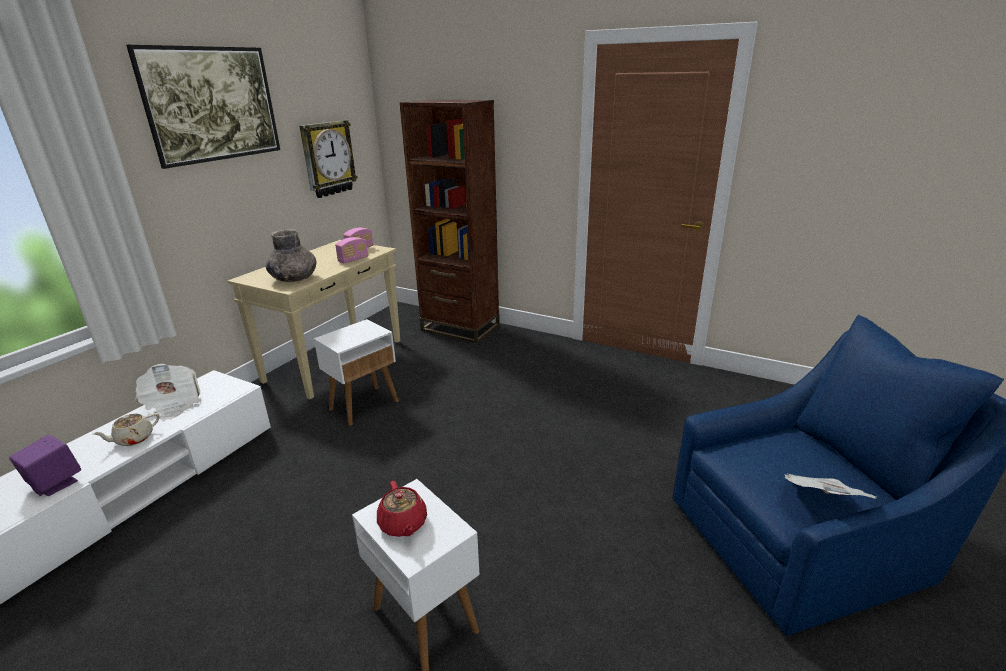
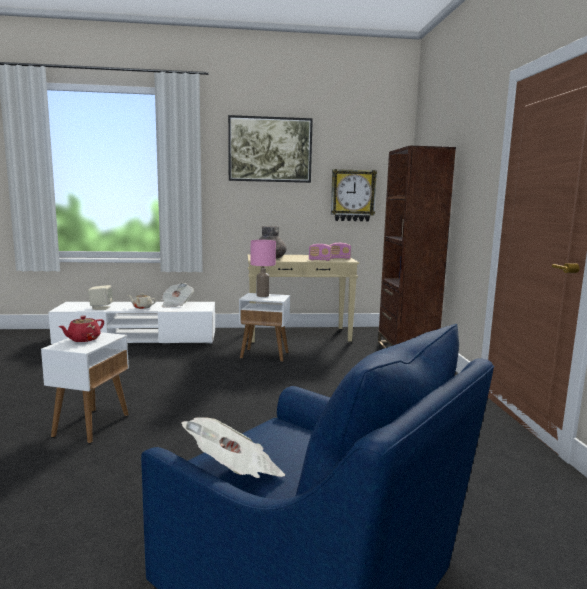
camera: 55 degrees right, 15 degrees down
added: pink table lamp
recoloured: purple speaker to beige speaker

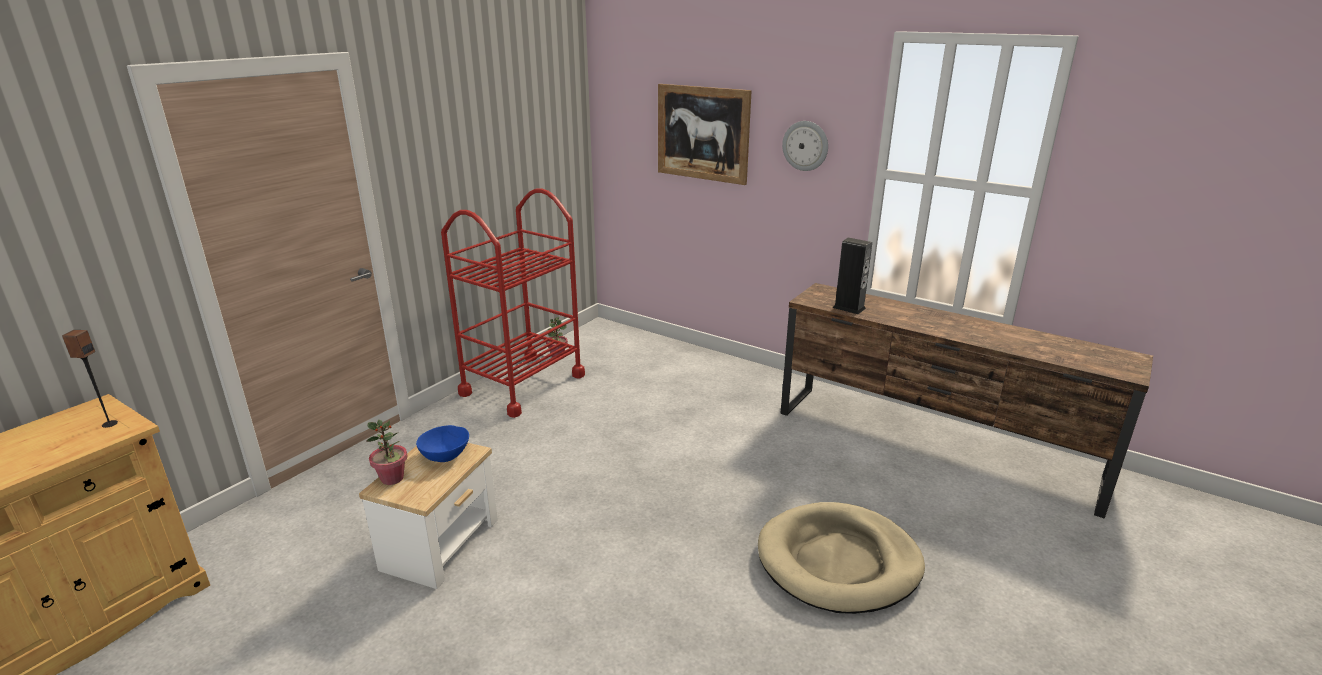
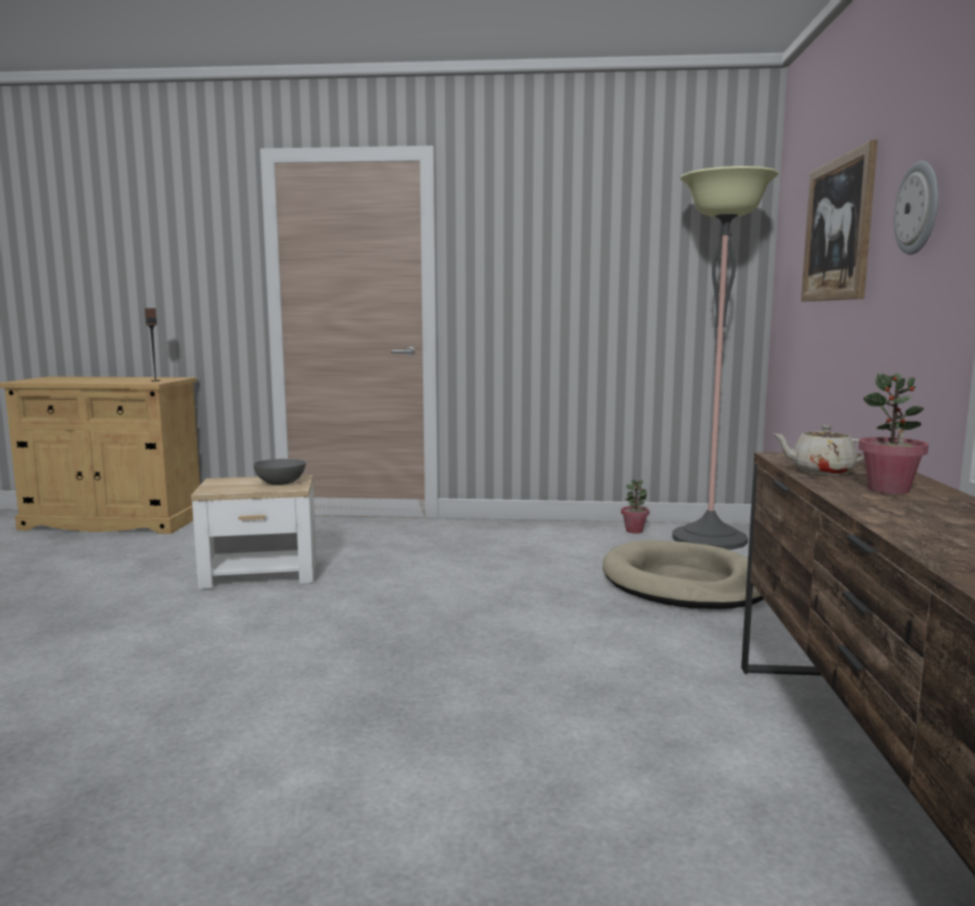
camera: 60 degrees right, 15 degrees down
removed: red cart
added: floor lamp
moved: potted plant (1st from left in the first image) to potted plant (2nd from left); beige dog bed
replaced: speaker (2nd from left) to beige teapot
recoloured: blue bowl to grey bowl

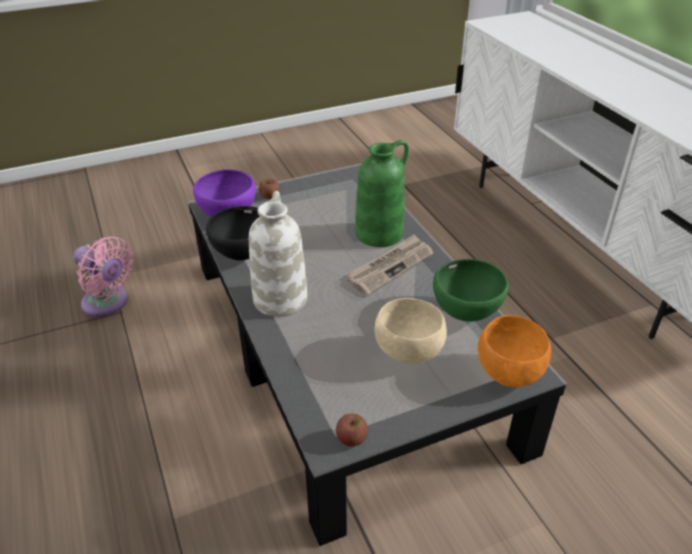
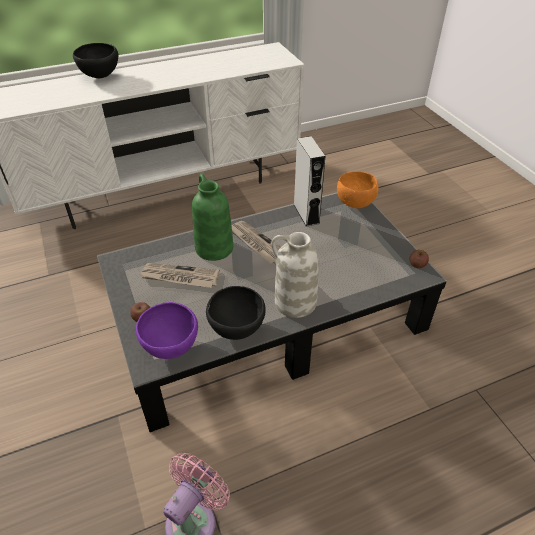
camera: 90 degrees left, 5 degrees up
removed: beige bowl
added: black bowl (1st from left); newspaper (1st from left)
replaced: green bowl to grey speaker

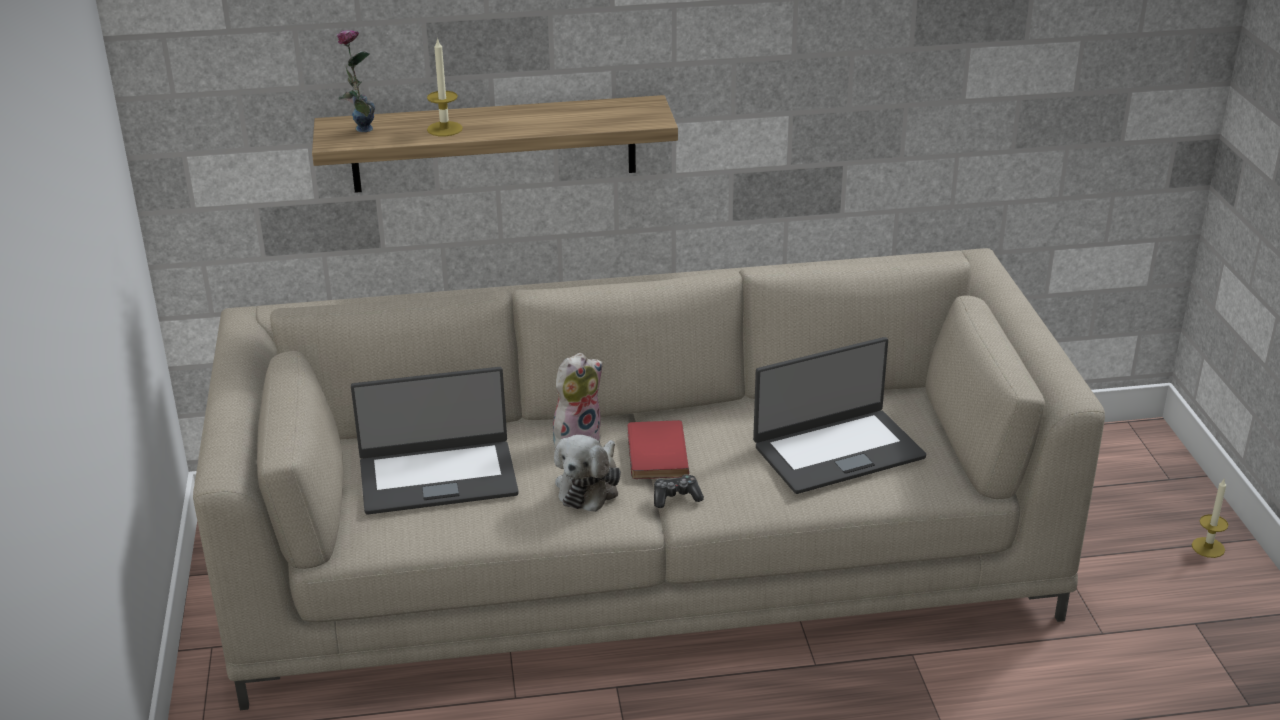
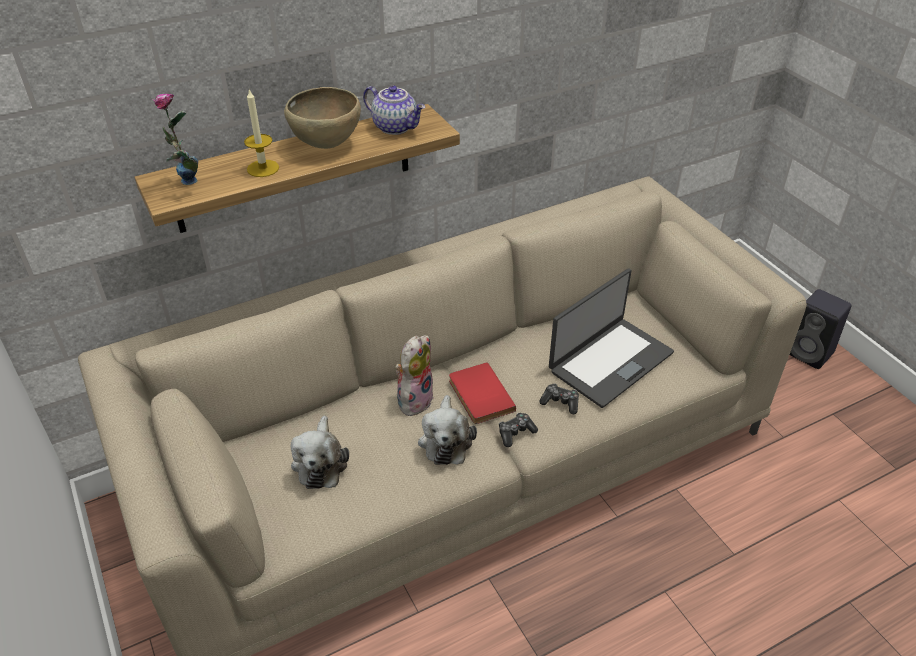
camera: 20 degrees left, 10 degrees up
added: teapot; brown bowl; game controller (2nd from left)
replaced: laptop (1st from left) to plush toy (1st from left); candle (2nd from left) to black speaker

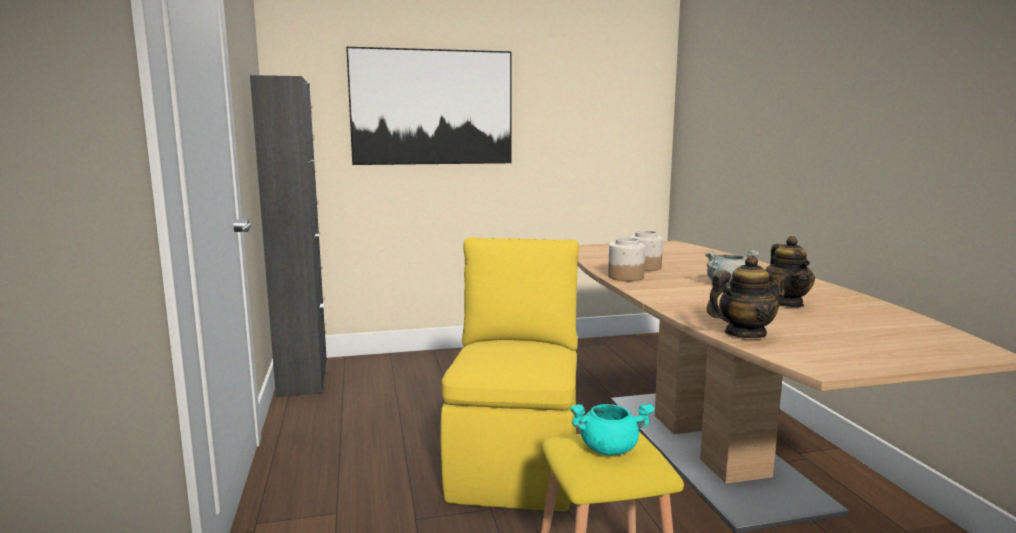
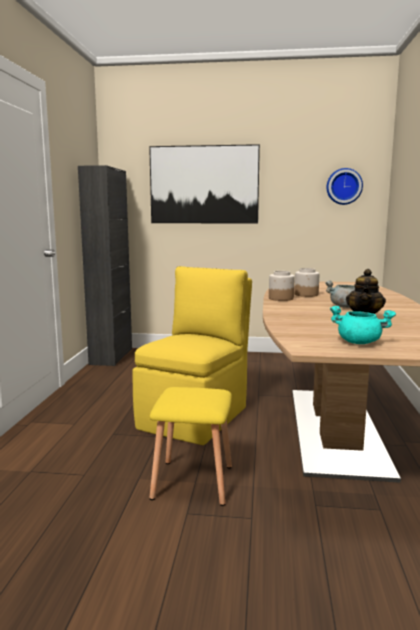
camera: 20 degrees right, 0 degrees up
removed: teapot (1st from left)
added: wall clock
moved: turquoise cooking pot

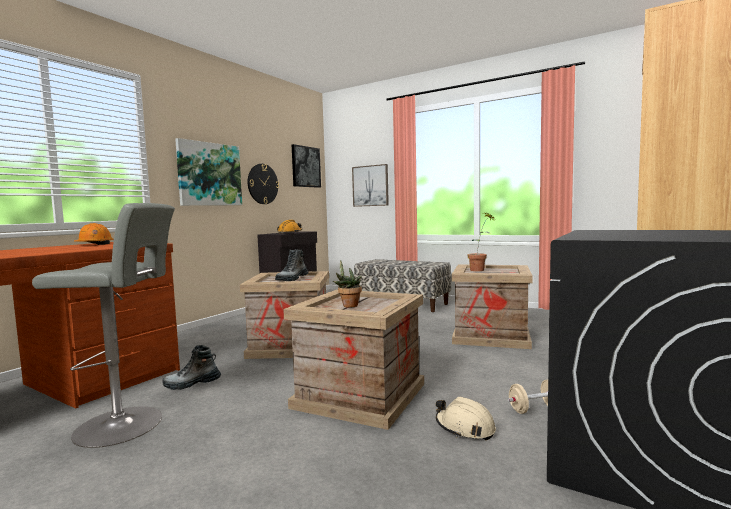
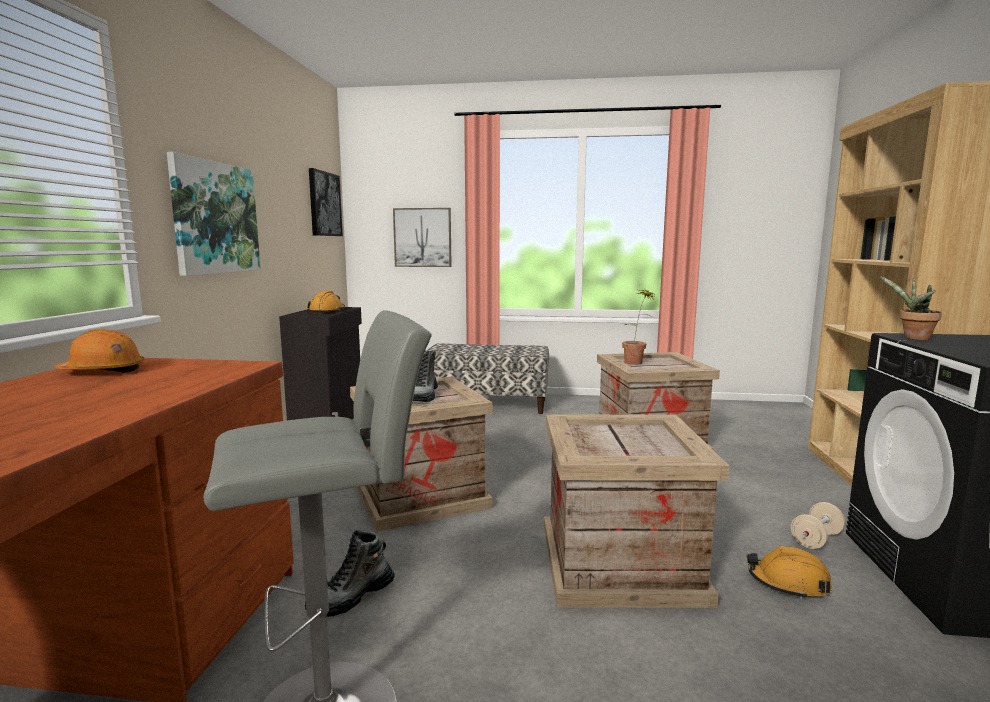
camera: 25 degrees left, 5 degrees up
removed: wall clock
moved: potted plant (1st from left in the first image) to potted plant (2nd from left)
recoloured: beige hard hat to orange hard hat (3rd from left)

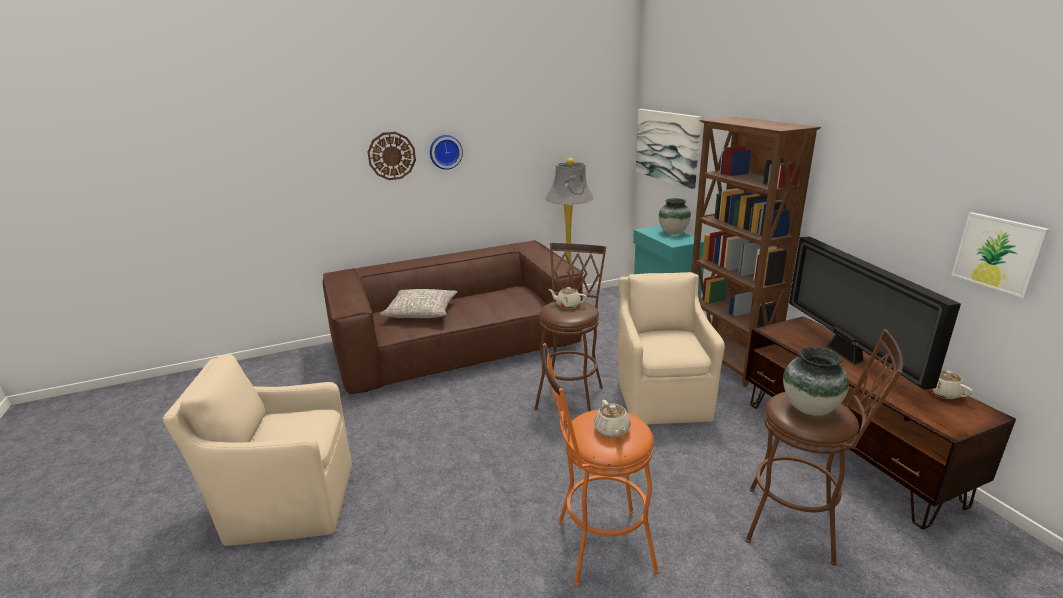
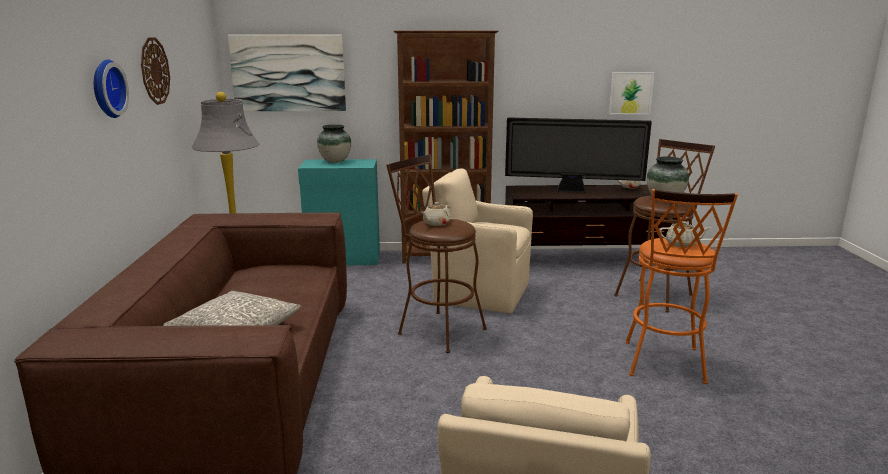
camera: 70 degrees left, 5 degrees down
moved: wall clock (1st from left in the first image) to wall clock (2nd from left)

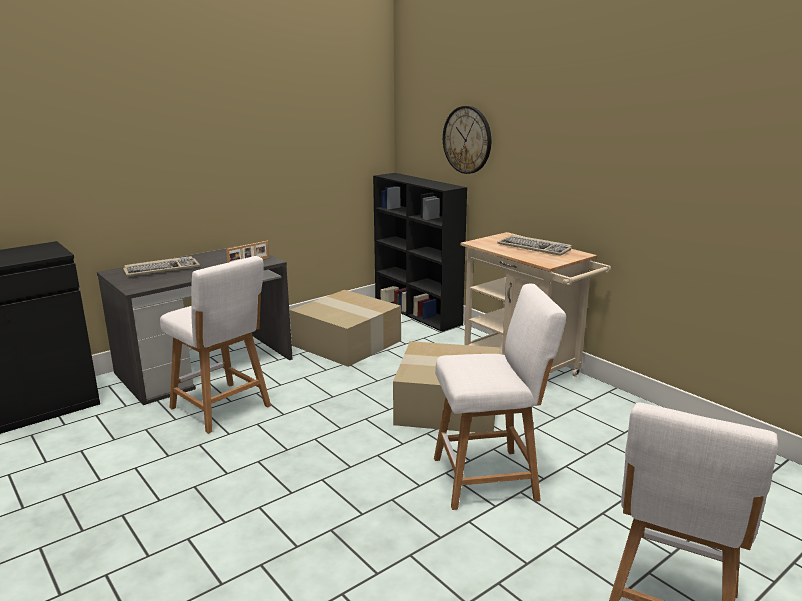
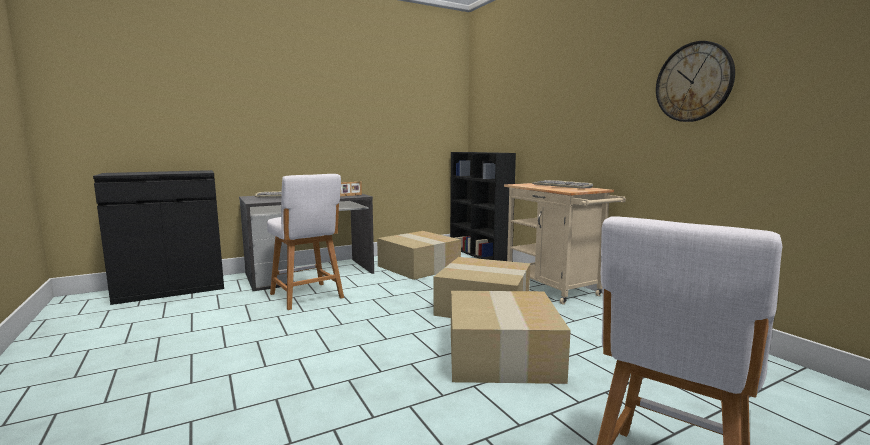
camera: 10 degrees right, 10 degrees down
moved: wall clock
replaced: white stool (2nd from left) to cardboard box (3rd from left)

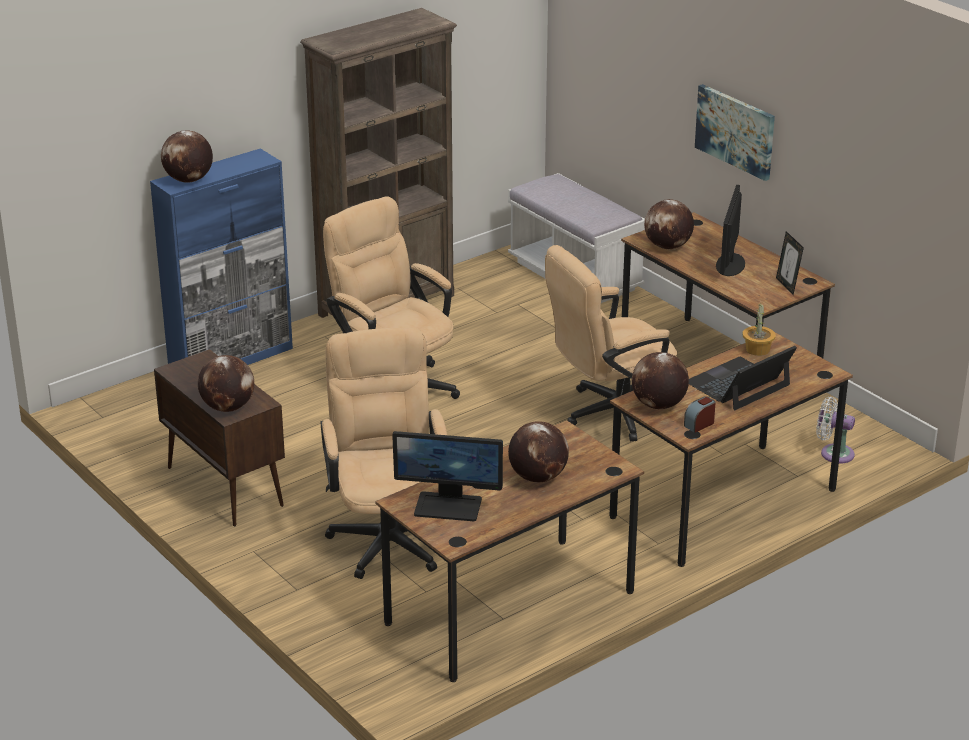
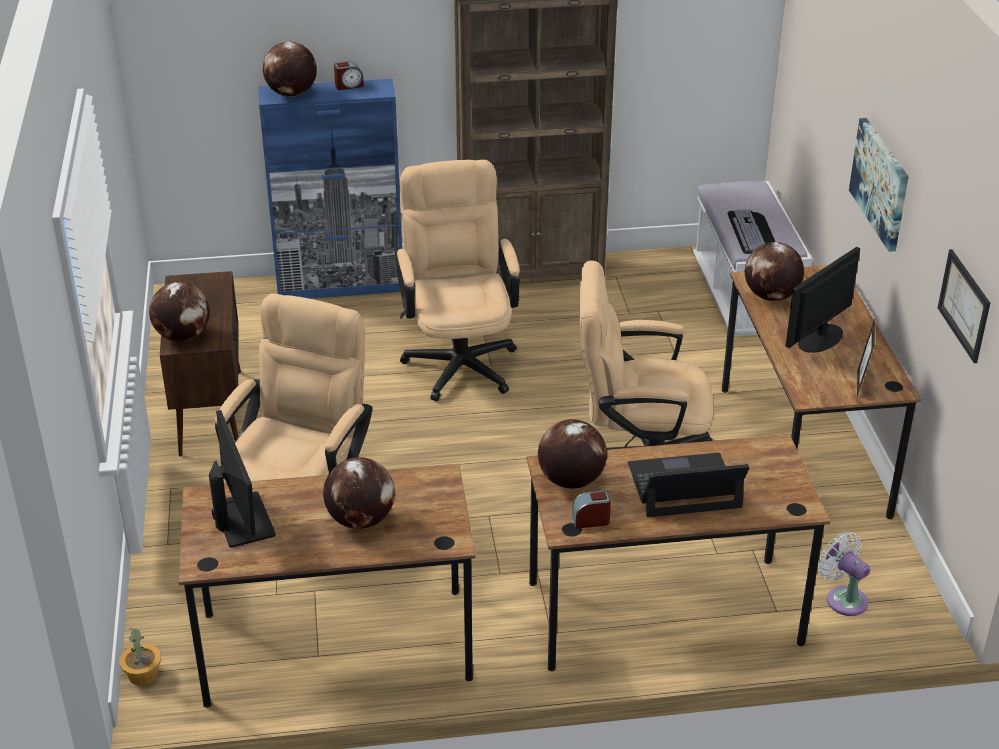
camera: 30 degrees right, 5 degrees up
added: alarm clock (1st from left); keyboard; picture (2nd from left)
moved: potted plant
turned: monitor (1st from left) 150 degrees counterclockwise

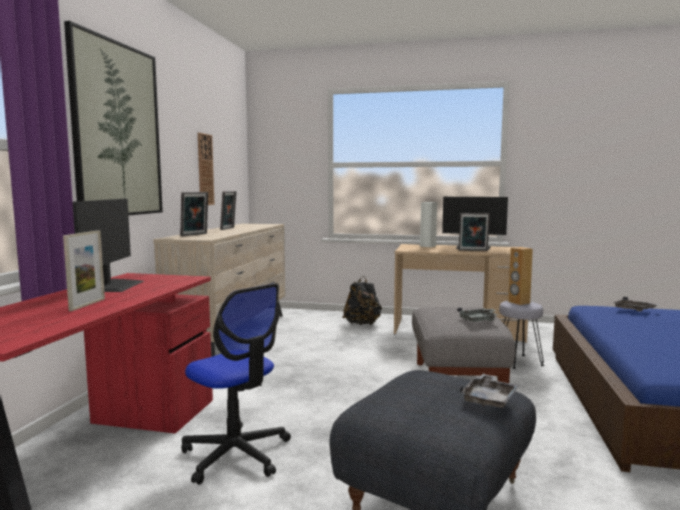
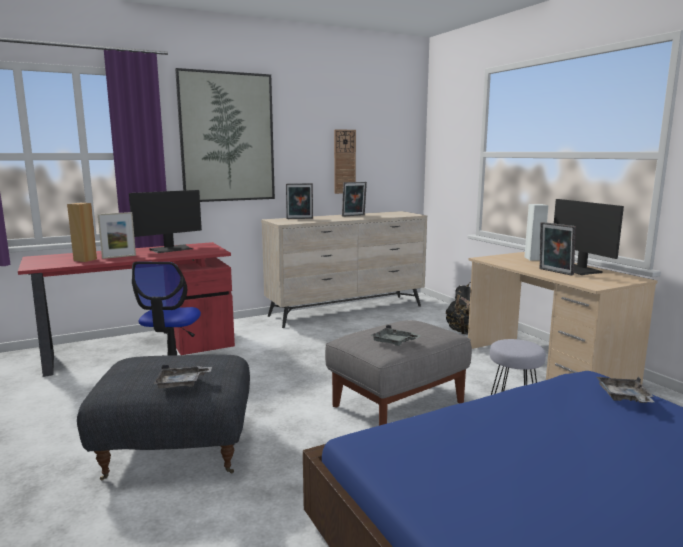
camera: 50 degrees right, 5 degrees up
moved: brown speaker

